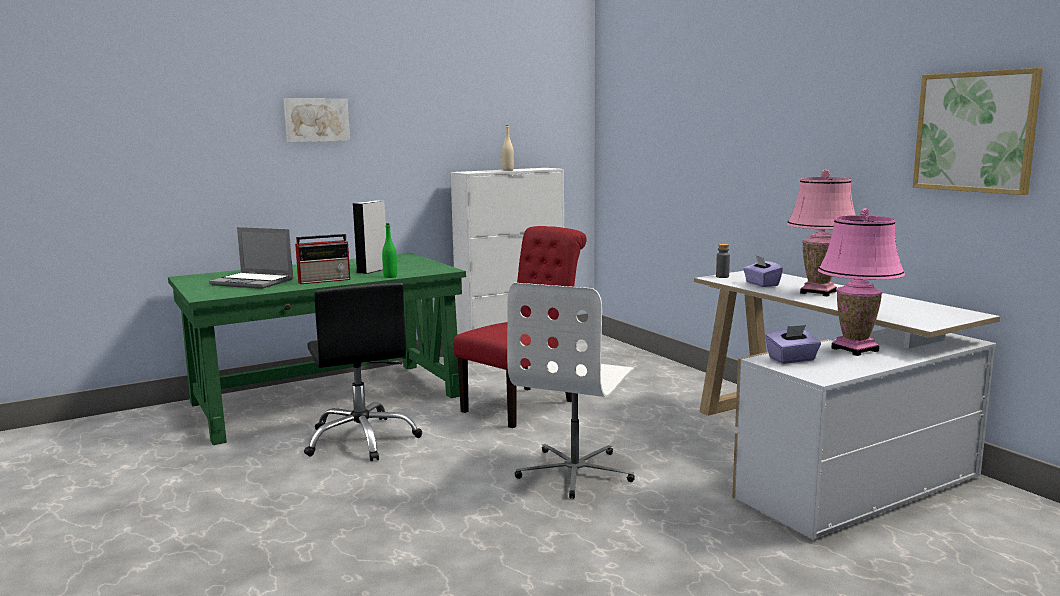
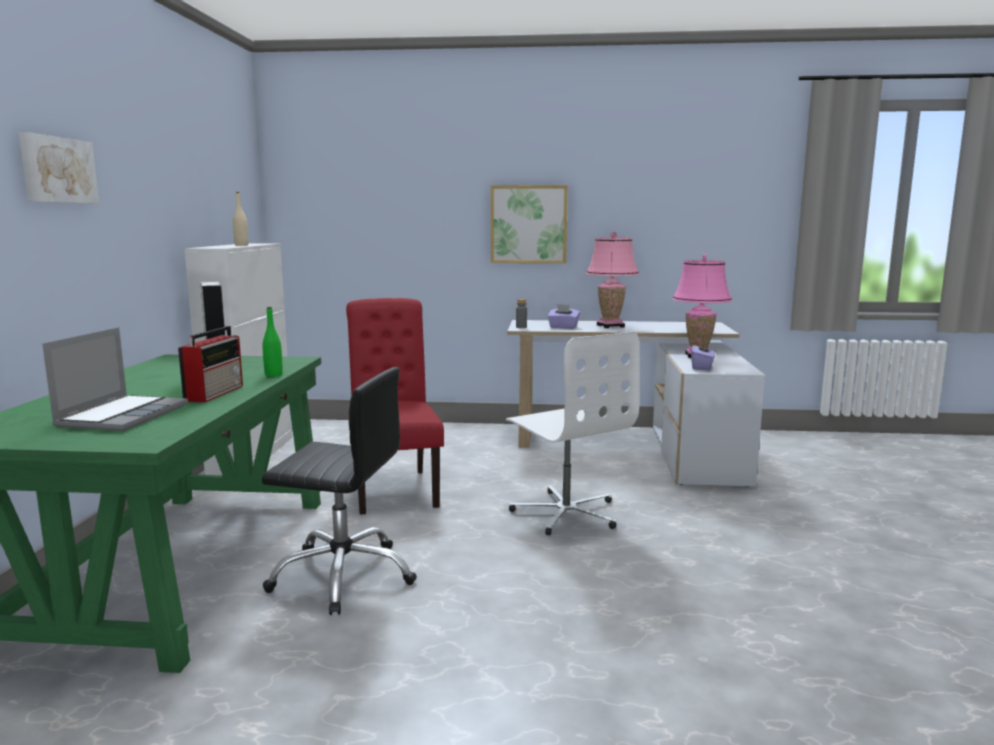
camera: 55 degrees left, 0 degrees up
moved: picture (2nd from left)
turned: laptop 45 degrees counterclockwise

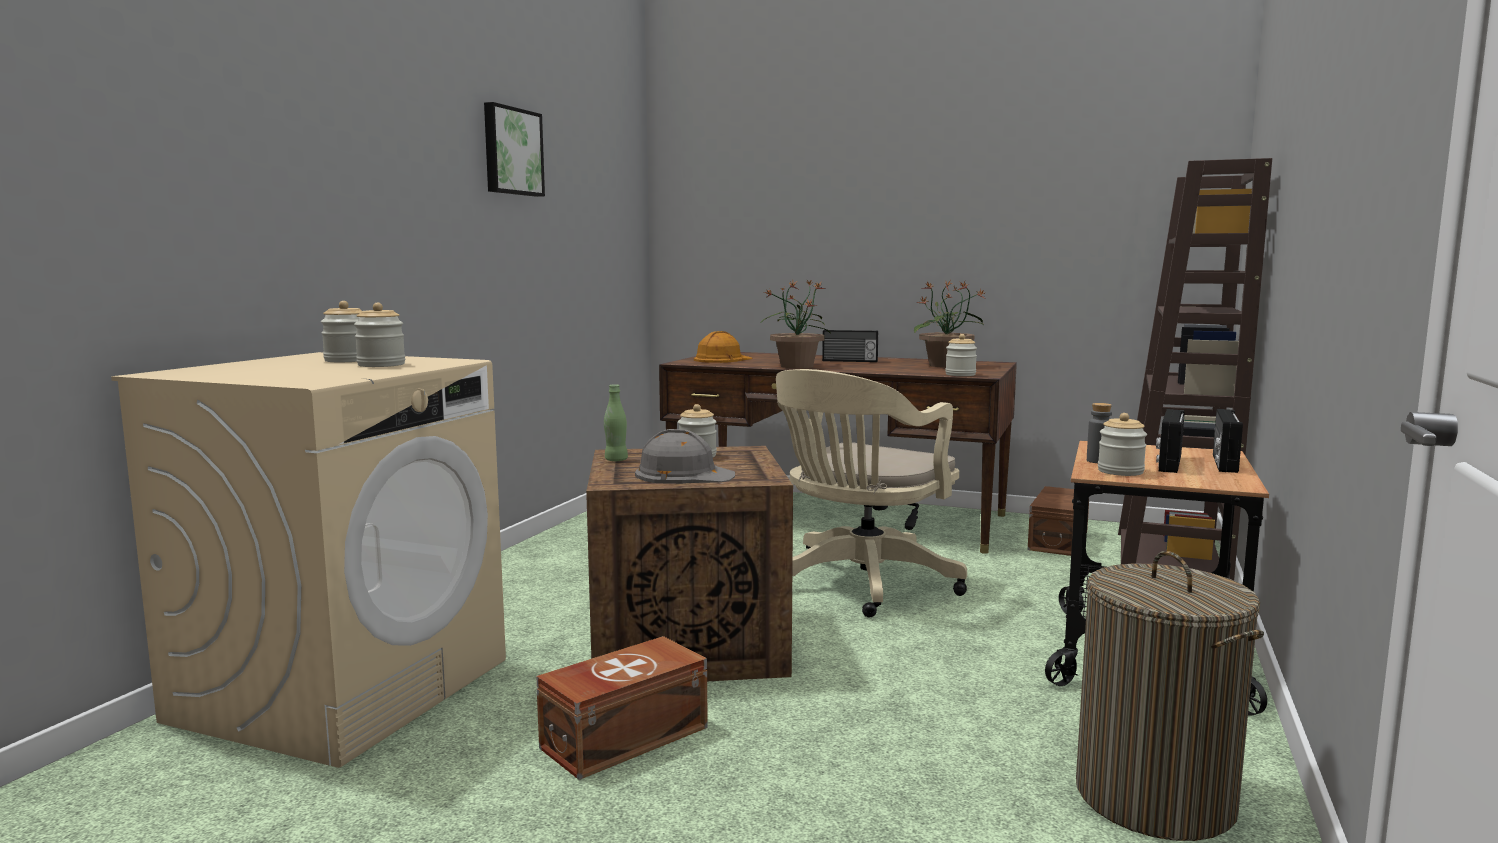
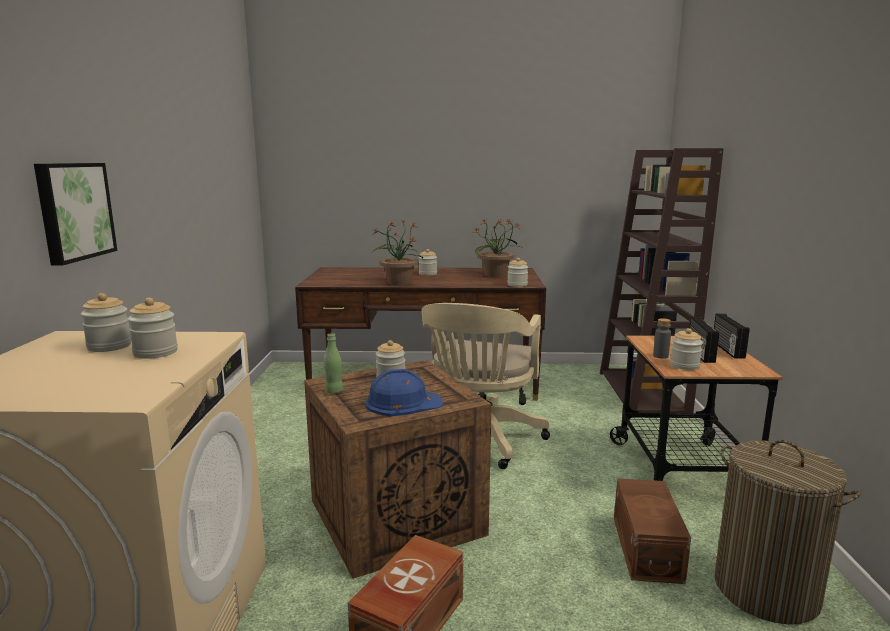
camera: 20 degrees left, 5 degrees up
removed: orange hard hat
moved: picture; brown storage box (2nd from left)
replaced: radio (1st from left) to jar (4th from left)
recoloured: grey hard hat to blue hard hat

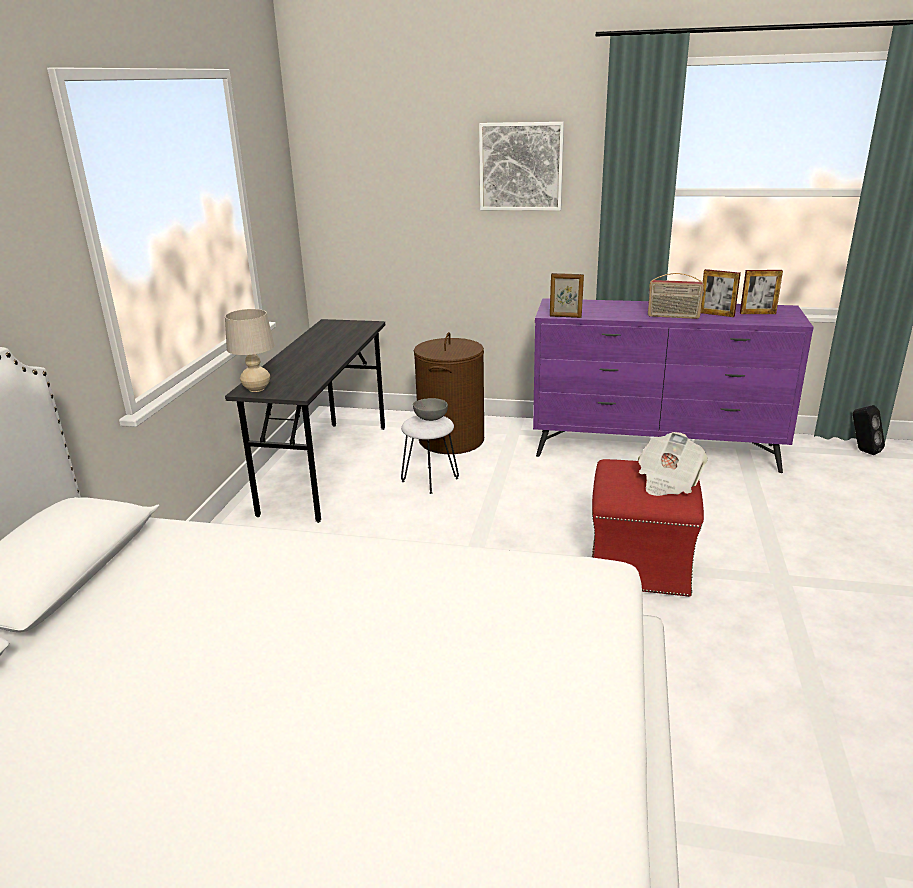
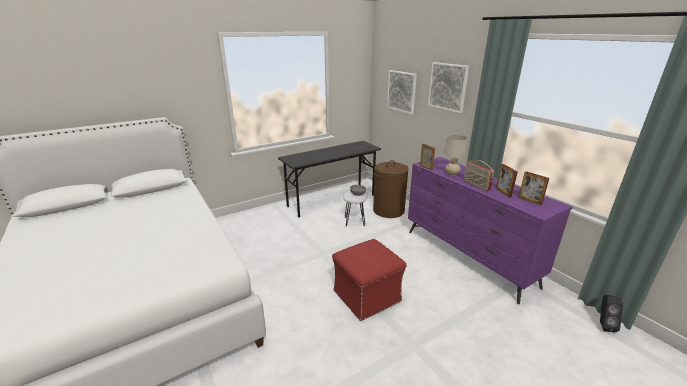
camera: 45 degrees right, 0 degrees up
removed: newspaper
added: picture (1st from left)
moved: beige table lamp

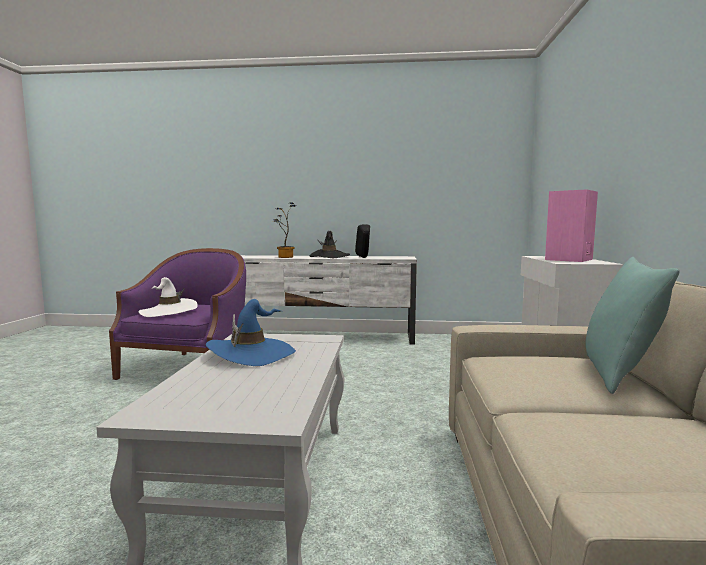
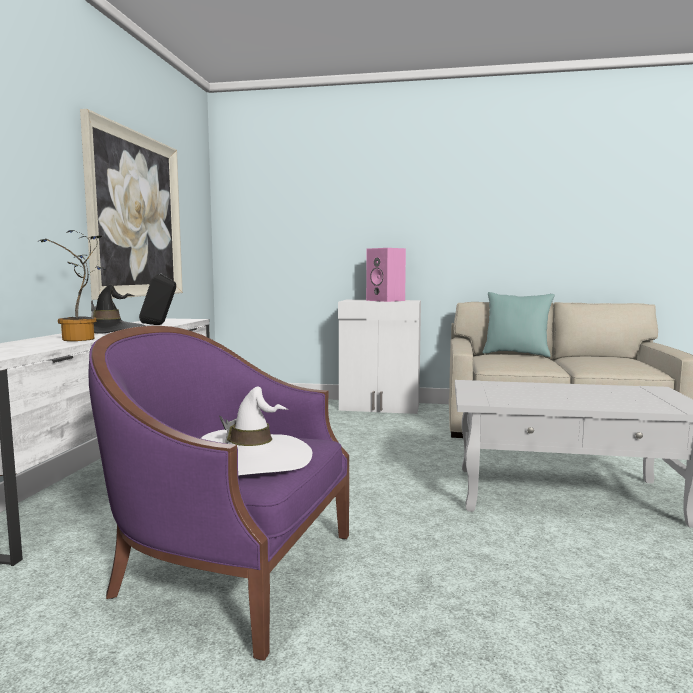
camera: 85 degrees left, 0 degrees up
removed: blue hat
added: picture

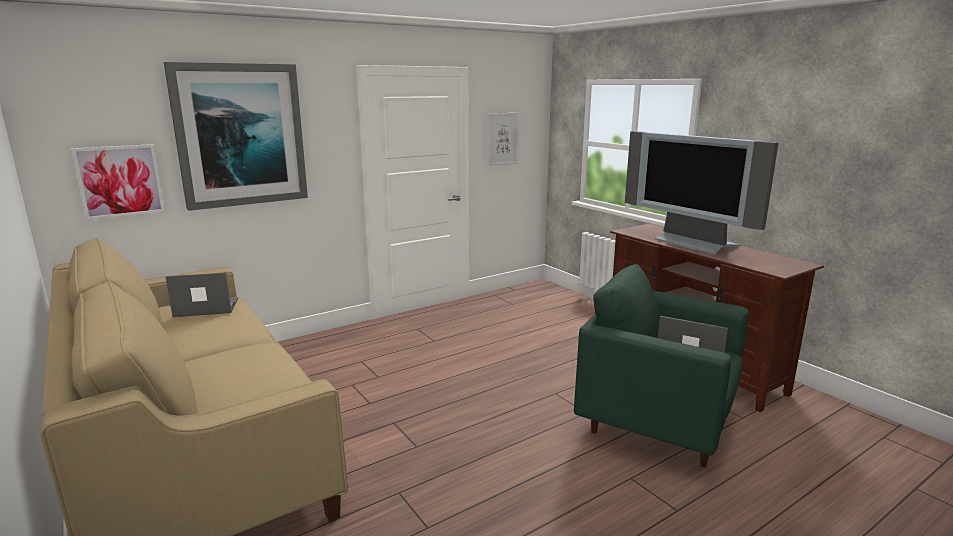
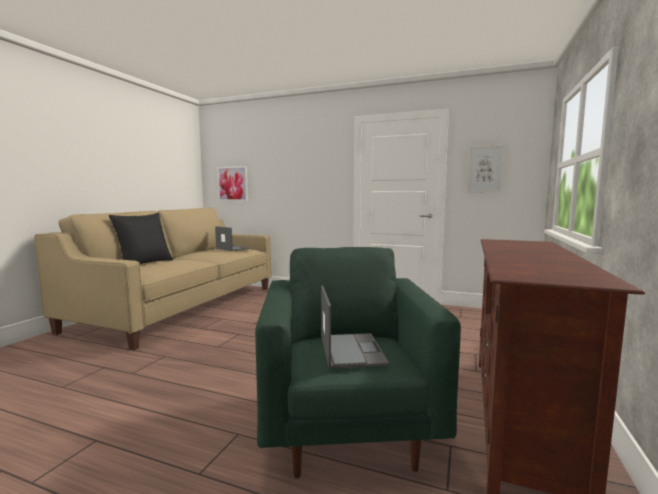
camera: 55 degrees right, 10 degrees down
removed: picture (2nd from left); television
added: black pillow

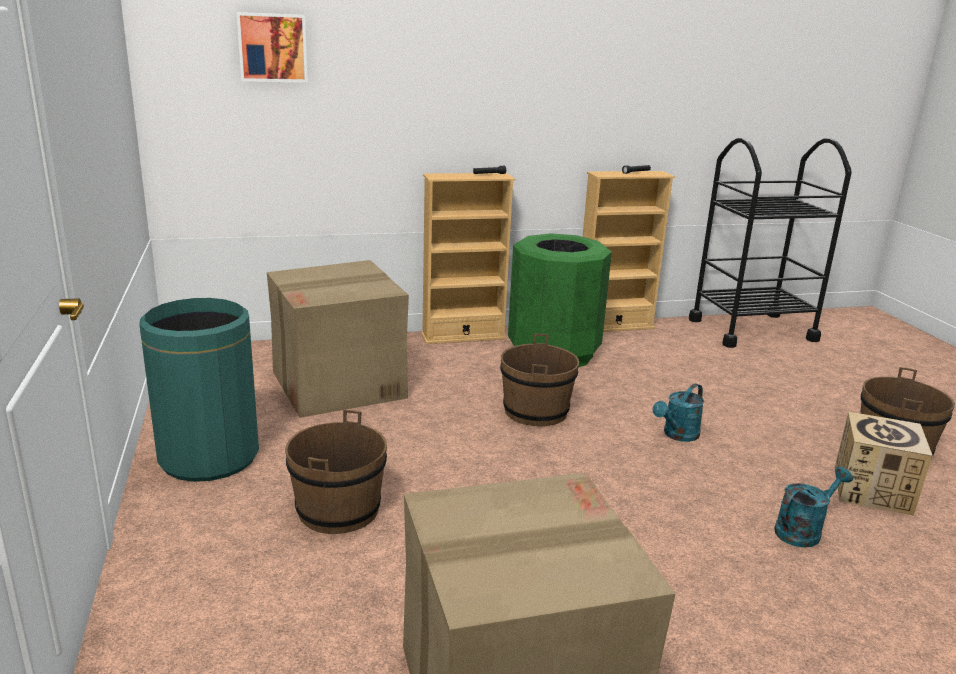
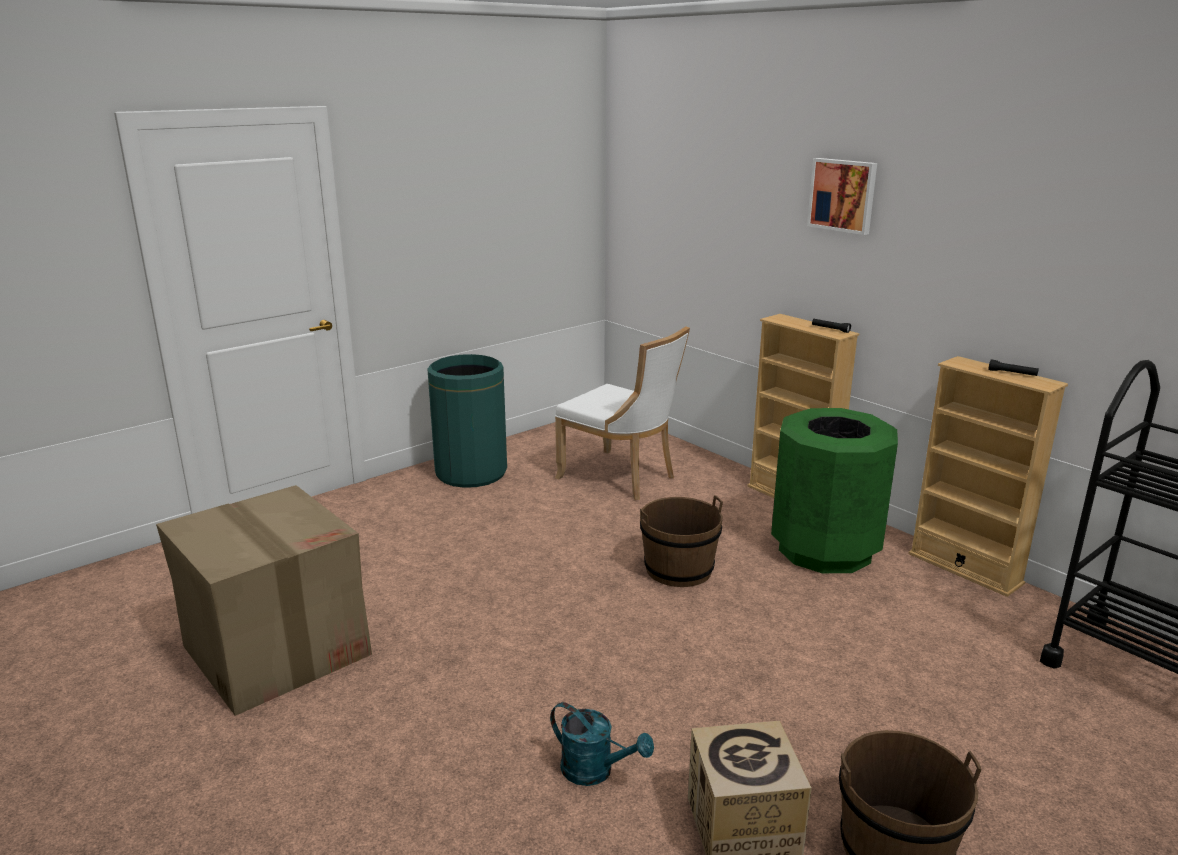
camera: 65 degrees right, 0 degrees up
removed: turquoise watering can (1st from left); brown bucket (1st from left)
moved: picture
replaced: cardboard box (1st from left) to white chair

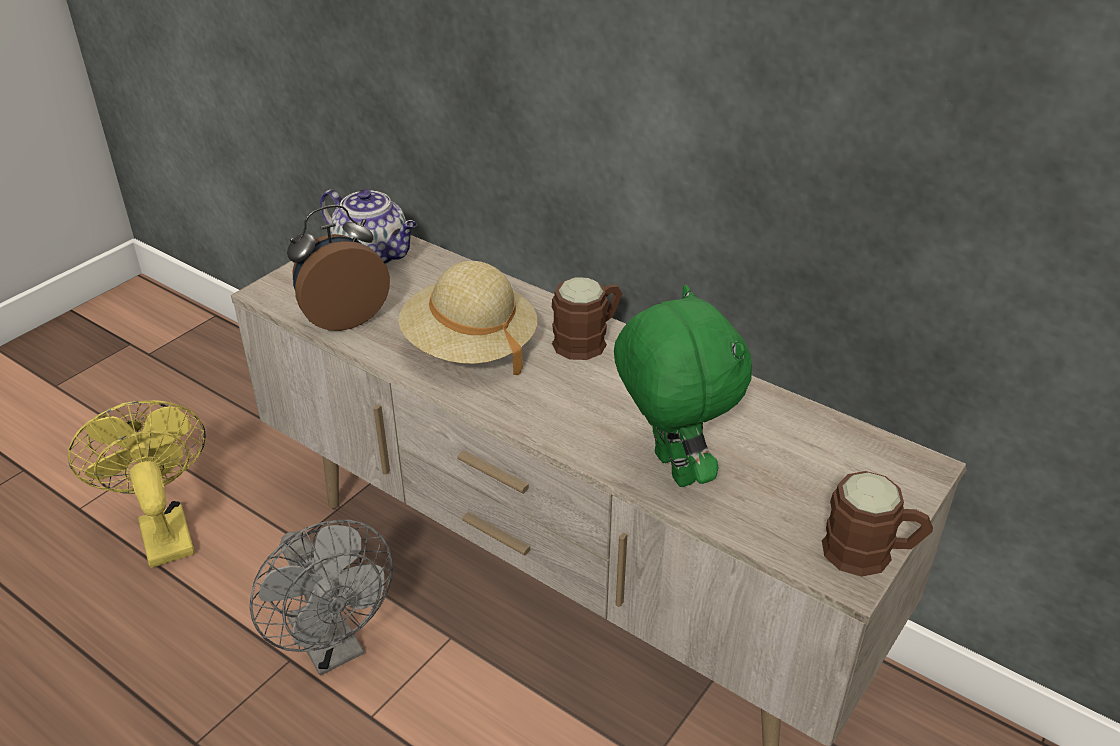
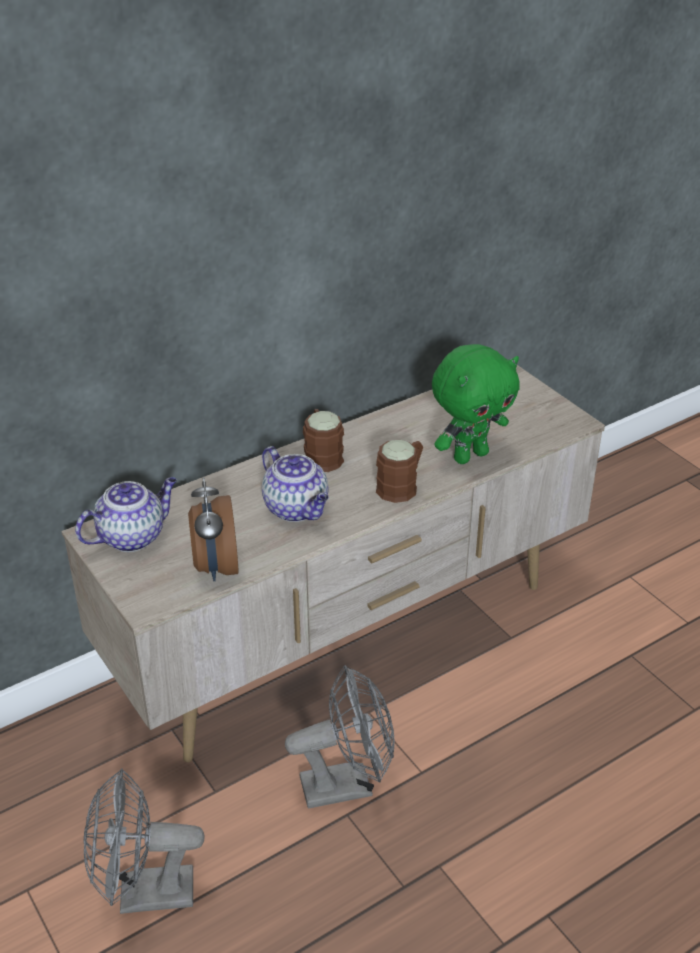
camera: 70 degrees left, 0 degrees up
moved: brown mug (2nd from left)
replaced: beige hat to teapot (2nd from left)
recoloured: yellow fan to grey fan (1st from left)
turned: green plush toy 150 degrees clockwise

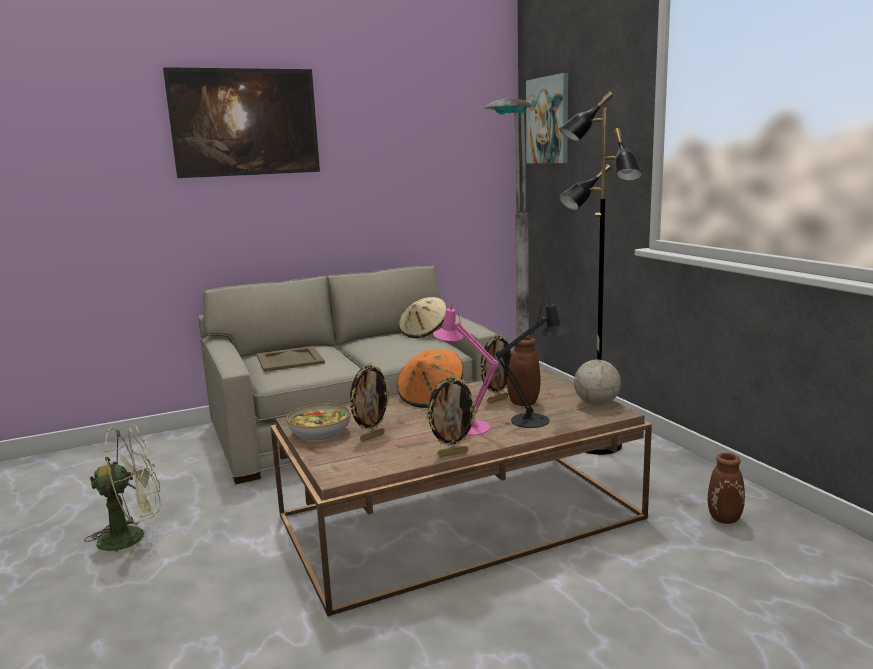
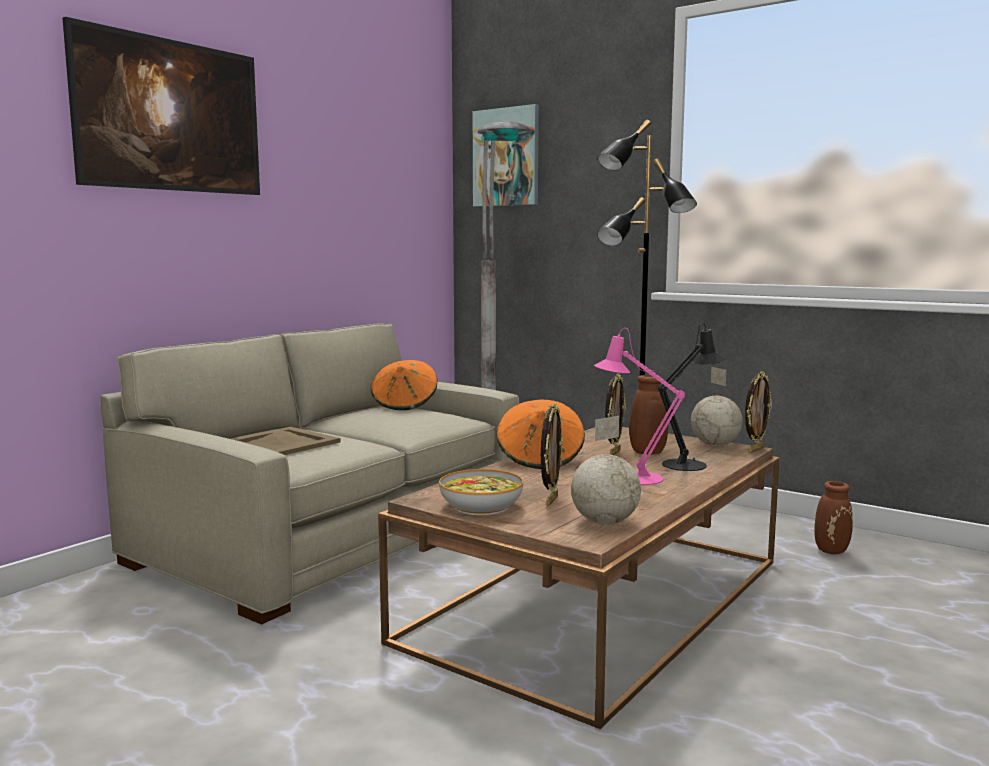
camera: 30 degrees left, 5 degrees down
removed: green fan
added: globe (1st from left)
moved: picture frame (2nd from left in the first image) to picture frame (3rd from left)
recoloured: beige hat to orange hat (1st from left)

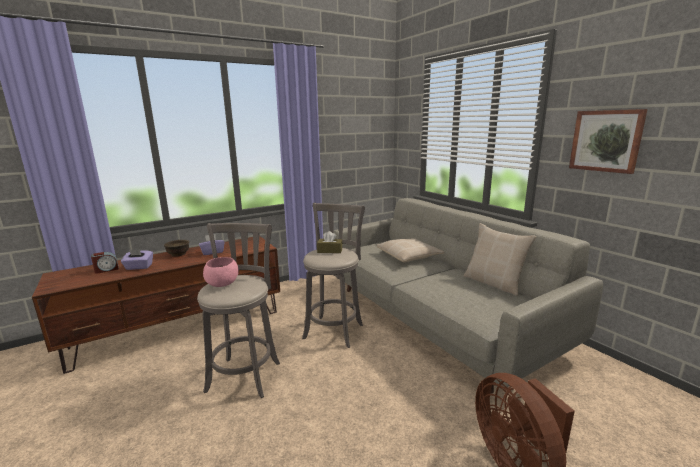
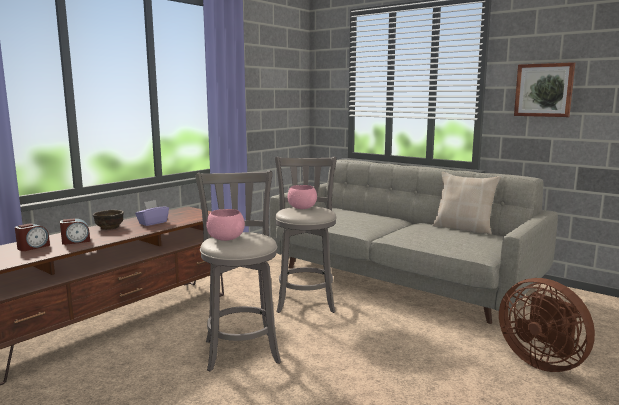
camera: 20 degrees left, 5 degrees down
removed: beige pillow (1st from left)
replaced: brown tissue box to pink bowl (2nd from left); purple tissue box (1st from left) to alarm clock (2nd from left)

